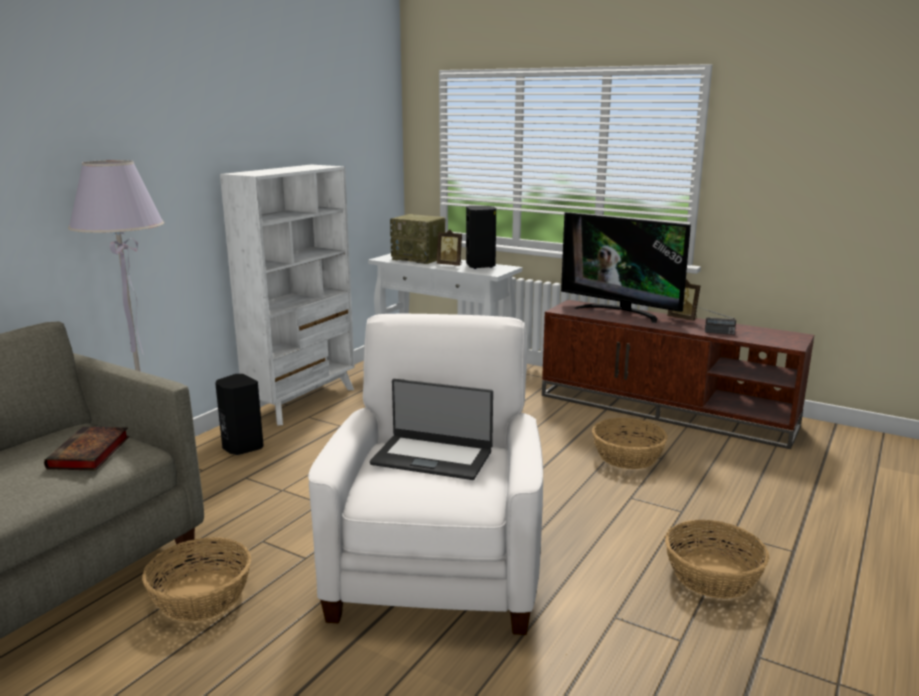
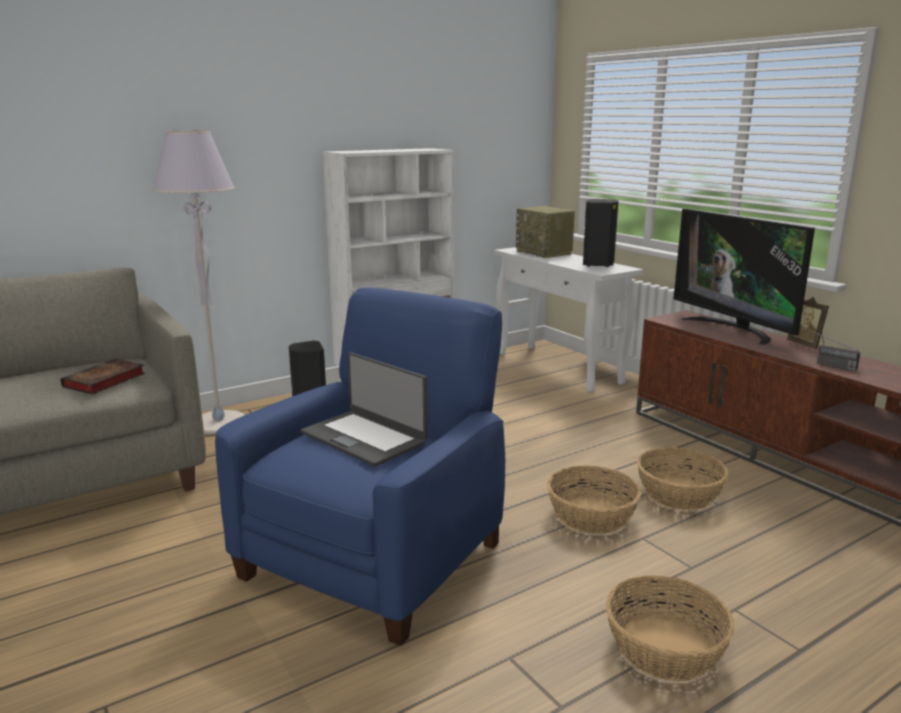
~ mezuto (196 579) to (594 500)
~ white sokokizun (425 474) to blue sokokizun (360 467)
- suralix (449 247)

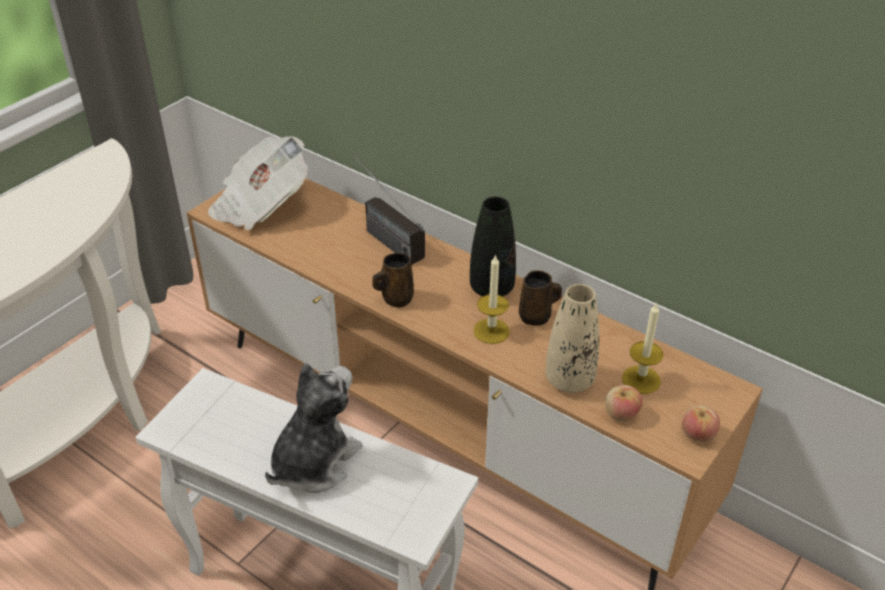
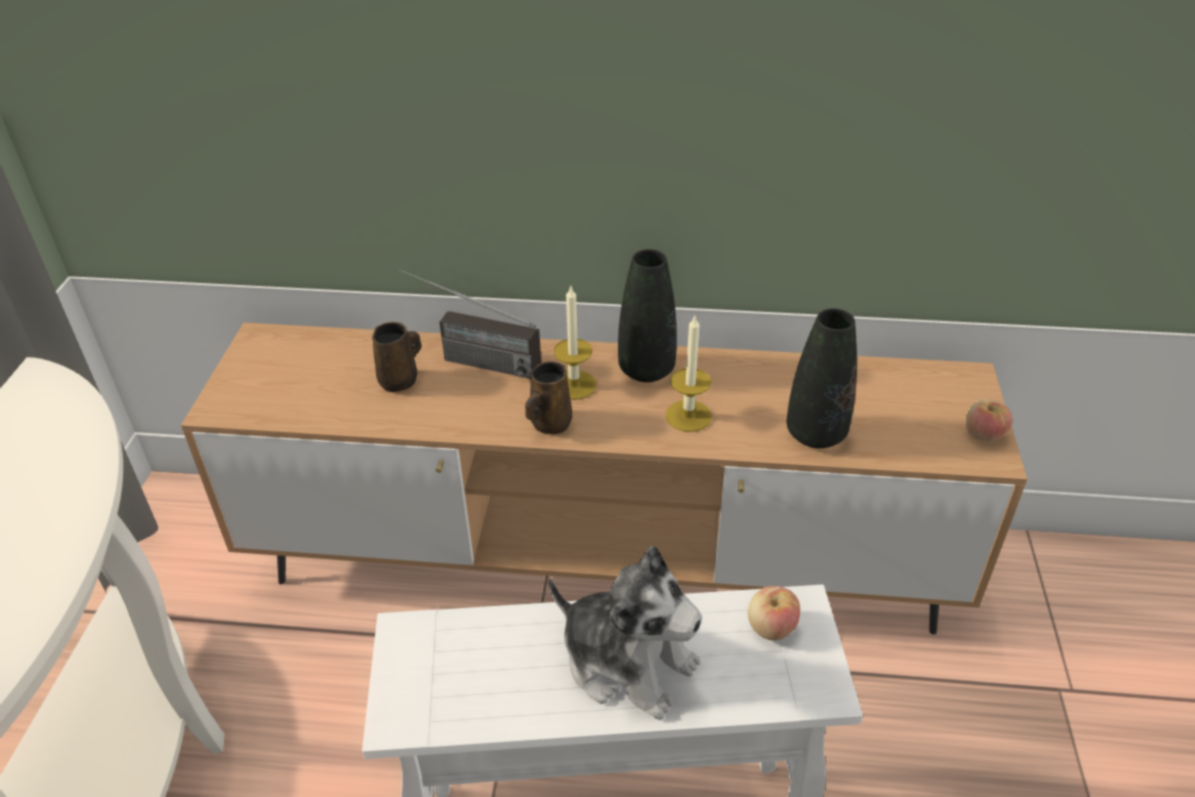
- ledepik (258 183)
~ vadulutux (314 428) = (625 633) 120 degrees clockwise
~ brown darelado (540 298) to (396 357)
~ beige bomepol (572 338) to black bomepol (822 378)
~ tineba (624 403) to (774 613)
~ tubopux (643 348) to (575 343)

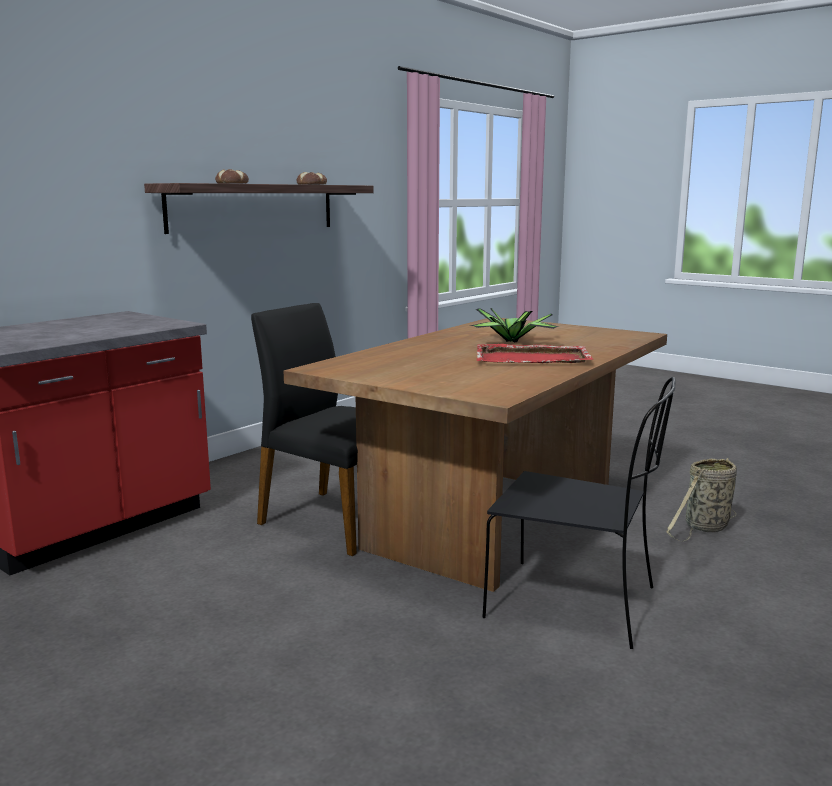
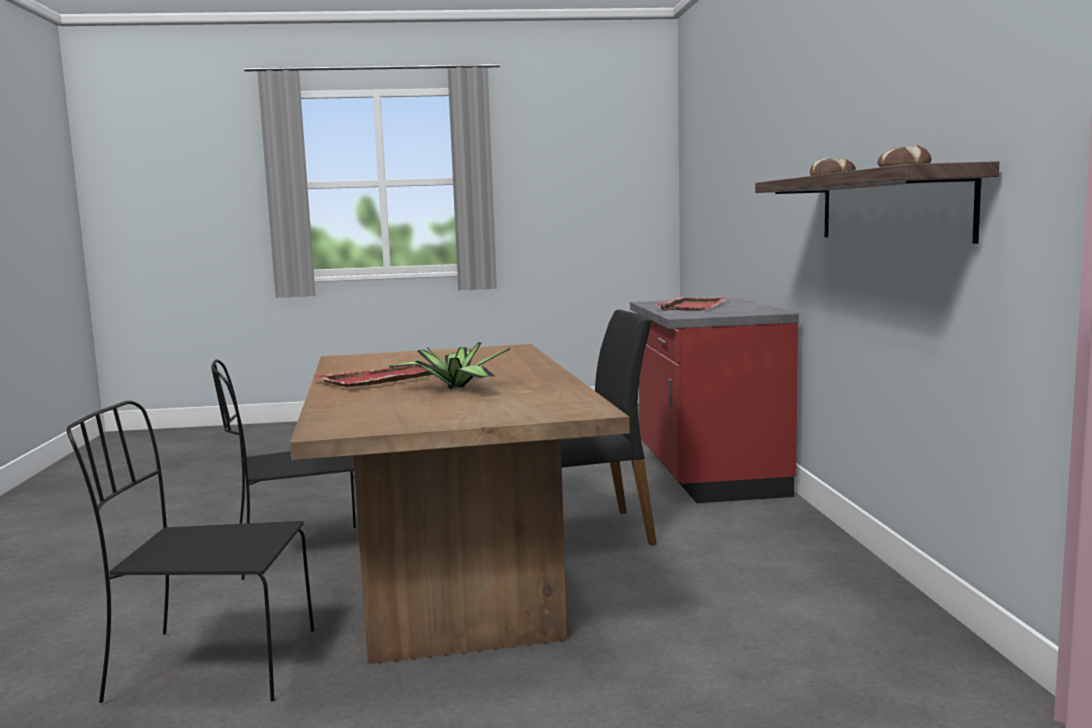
~ mezuto (701 499) to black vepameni (190 551)
+ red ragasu (690 304)

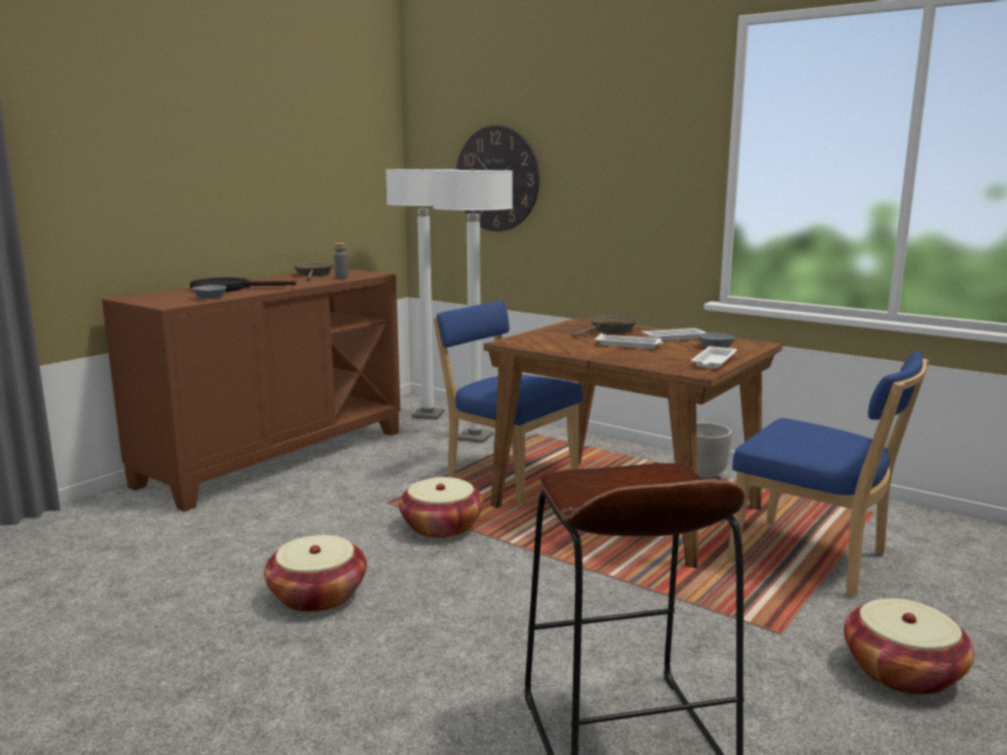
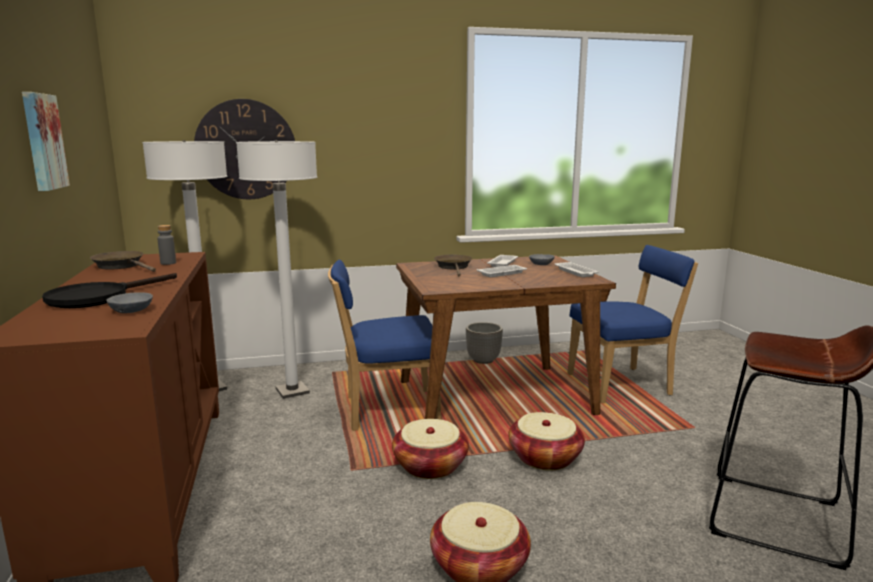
~ mezuto (909 646) to (546 441)
+ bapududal (46 141)

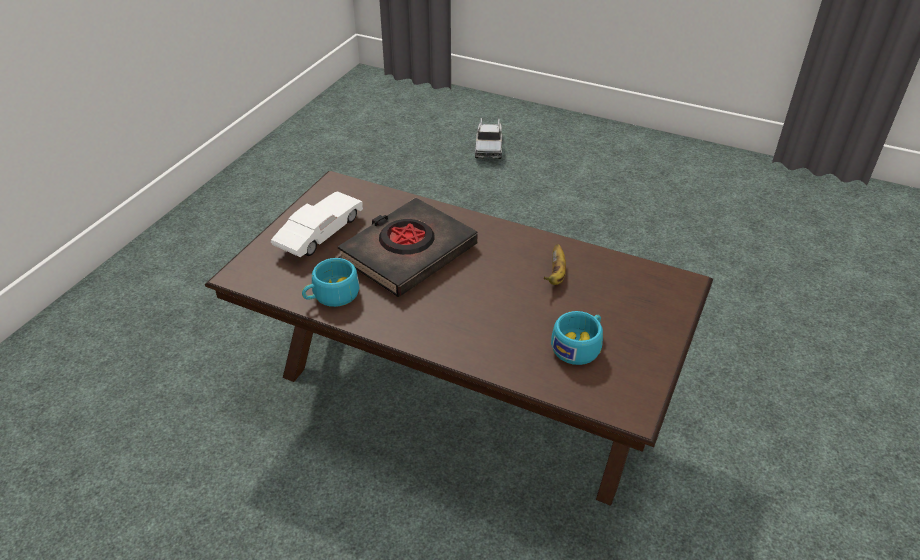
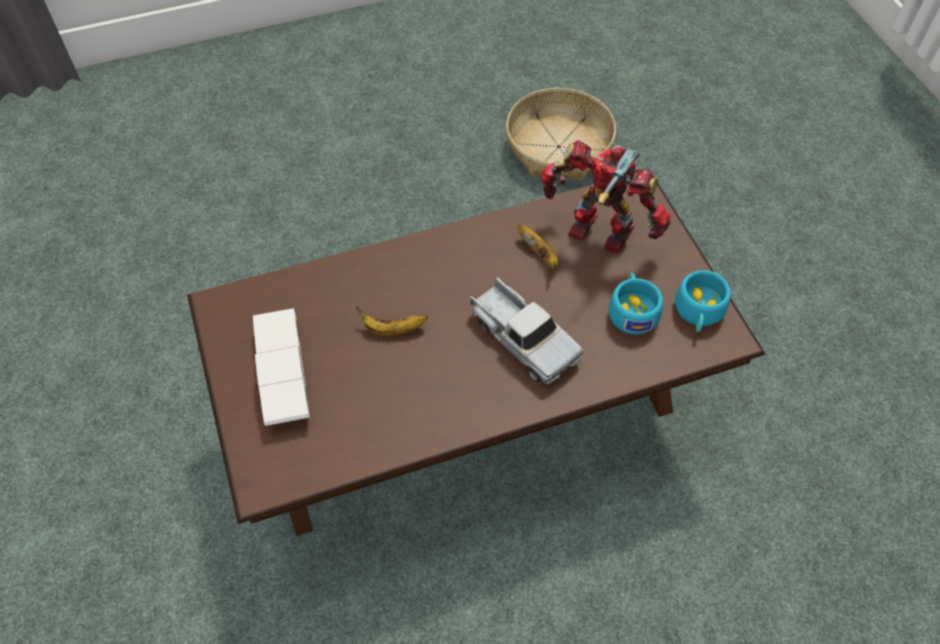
~ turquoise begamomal (331 282) to (703 301)
~ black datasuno (407 247) to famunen (392 321)
~ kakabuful (488 138) to (527 330)
+ mezuto (561 134)
+ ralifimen (606 196)

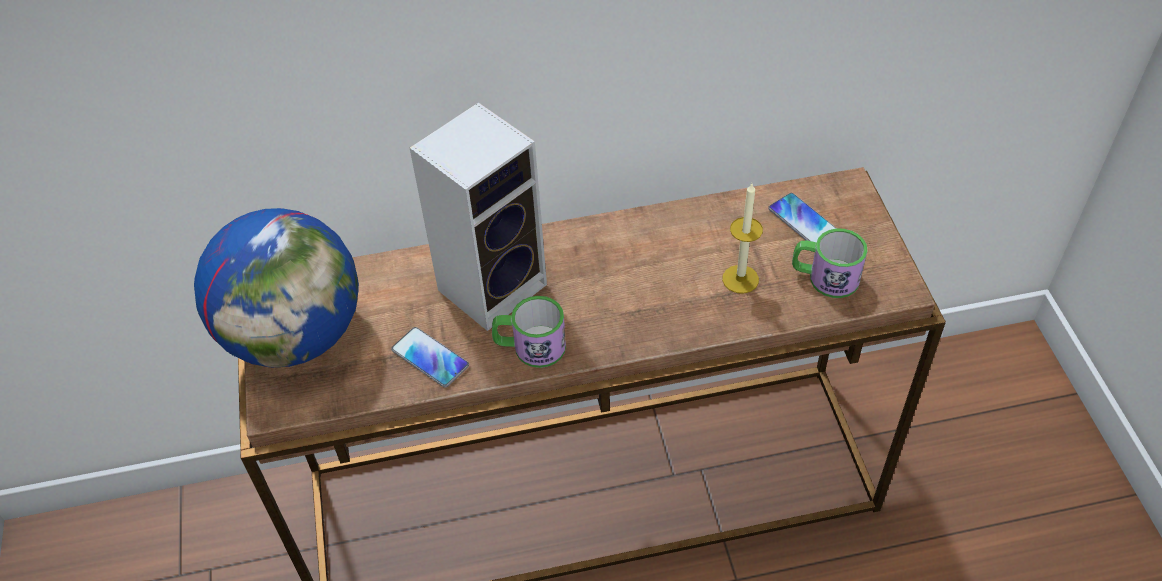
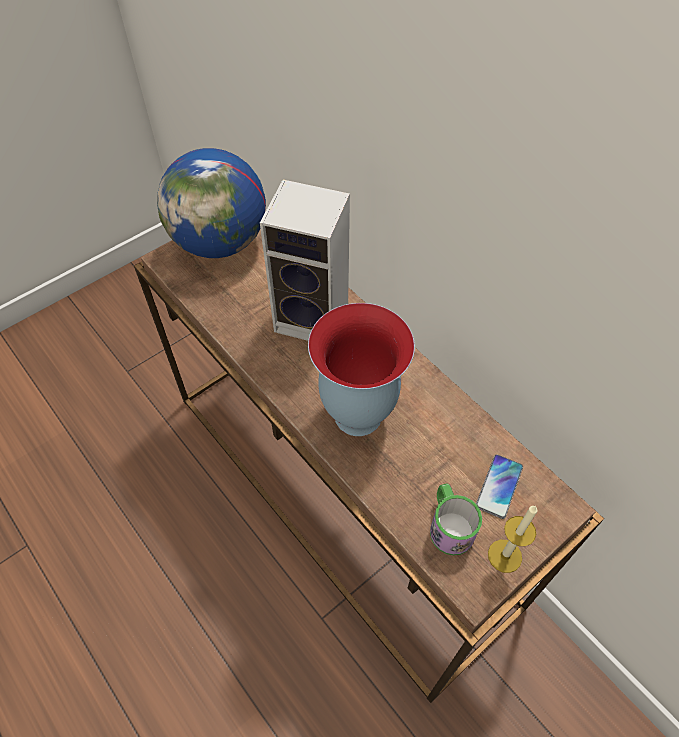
- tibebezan (430 357)
- darelado (529 332)
~ tubopux (742 239) to (513 539)
+ bomepol (361 369)

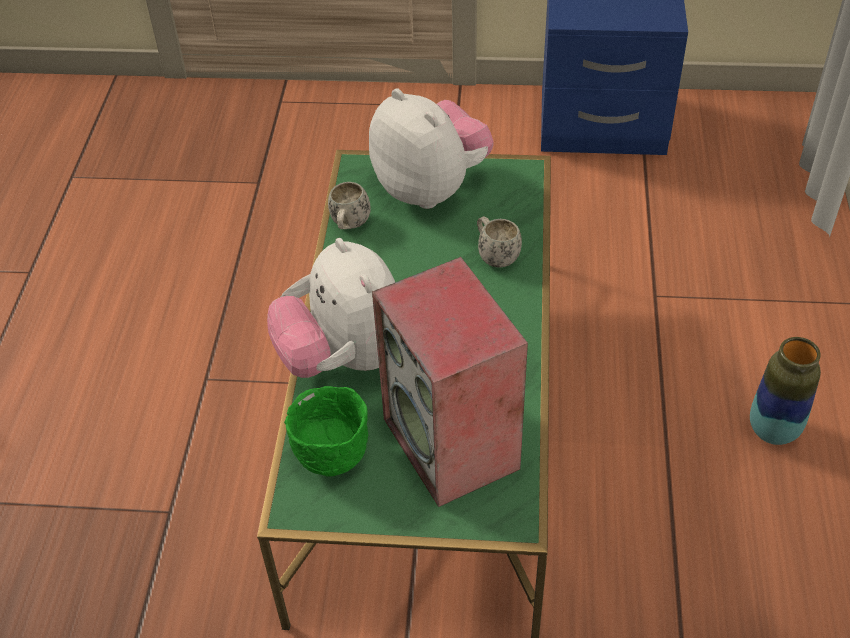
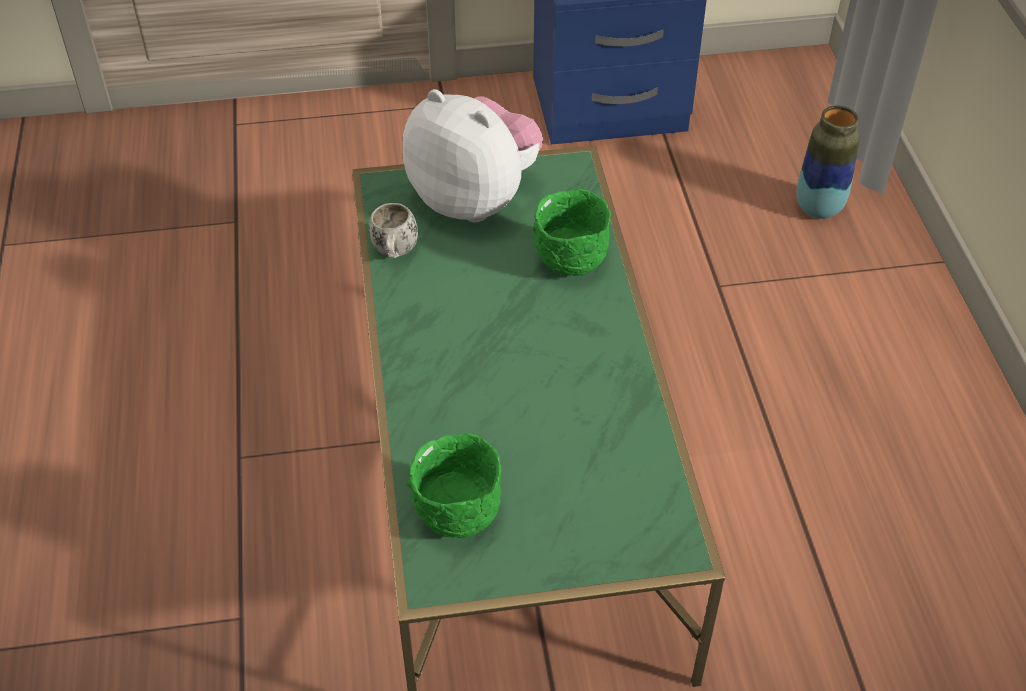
- vadulutux (331 308)
- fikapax (450 382)
~ white darelado (499 242) to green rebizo (571 232)
~ bomepol (785 391) to (828 162)

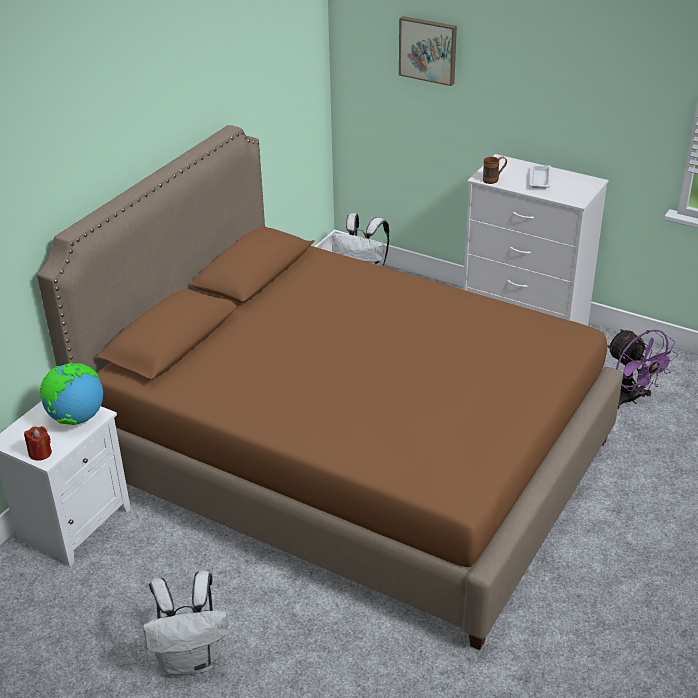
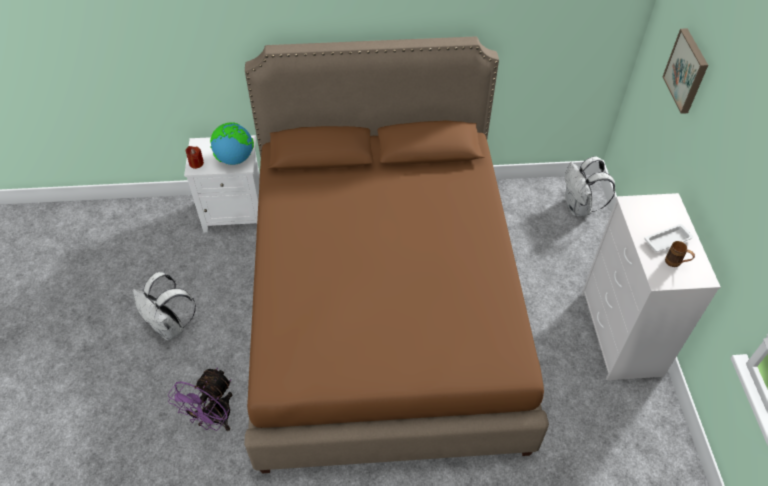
~ brown darelado (495 170) to (680 254)
~ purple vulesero (642 369) to (200 399)

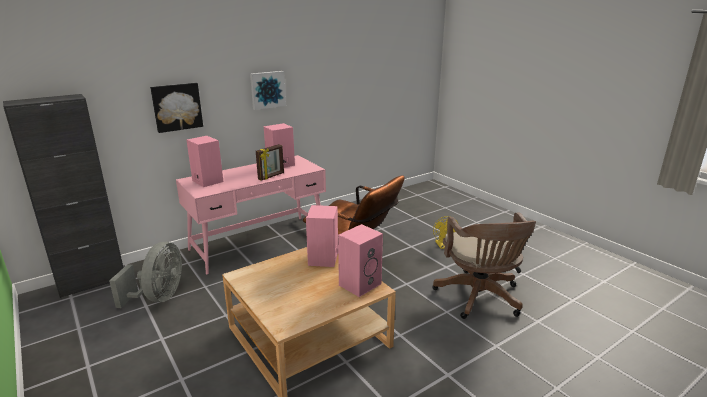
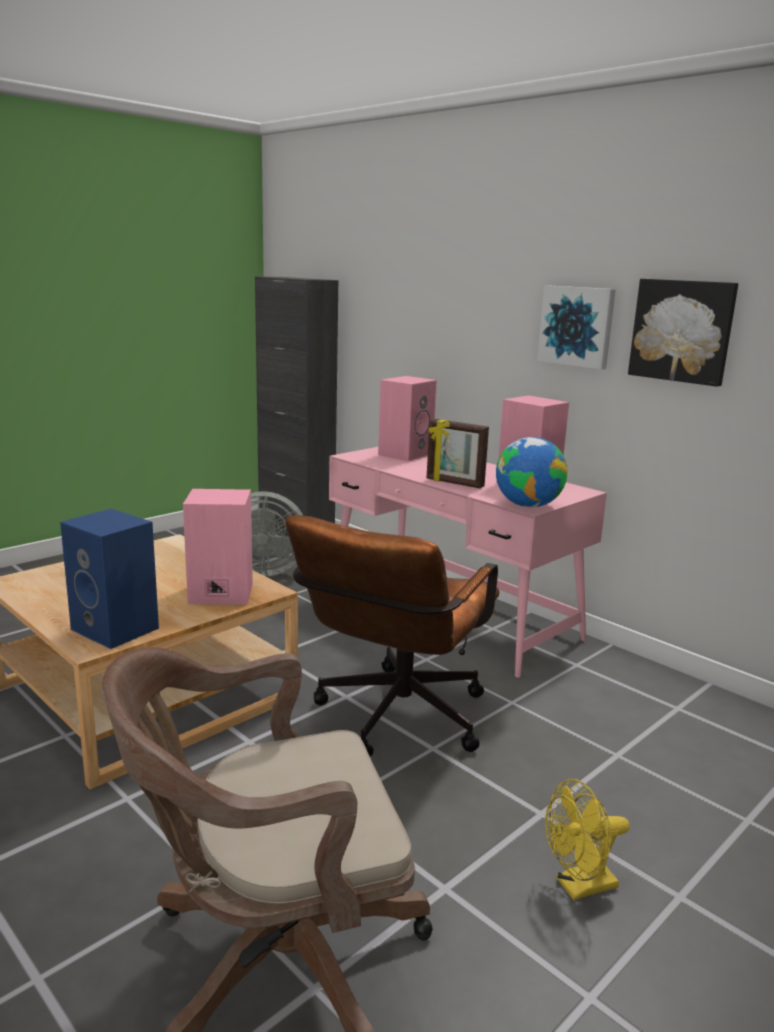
~ bapududal (176 108) to (683 333)
~ pink fikapax (360 260) to blue fikapax (109 579)
+ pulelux (531 472)

